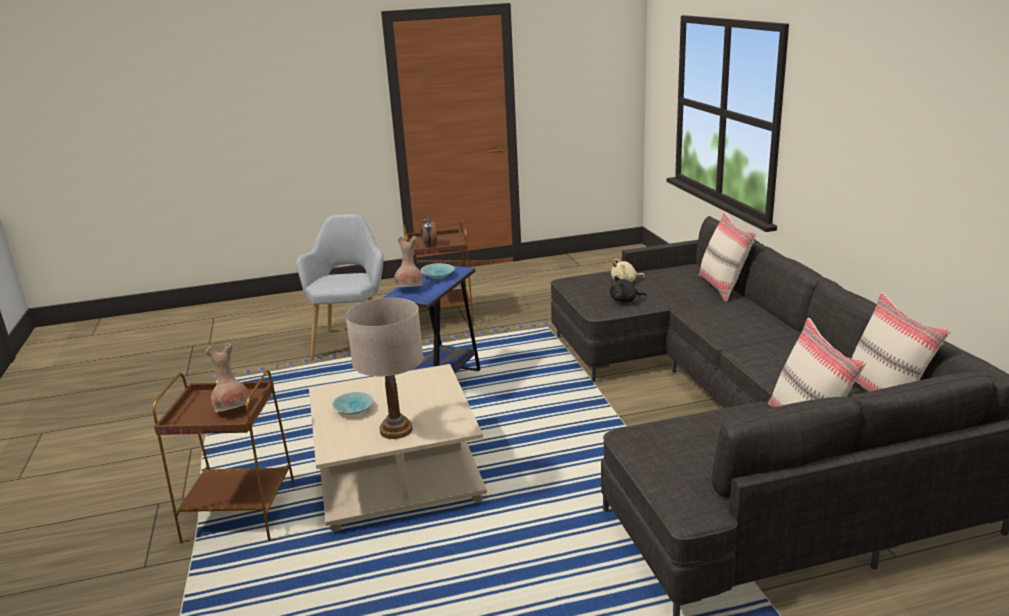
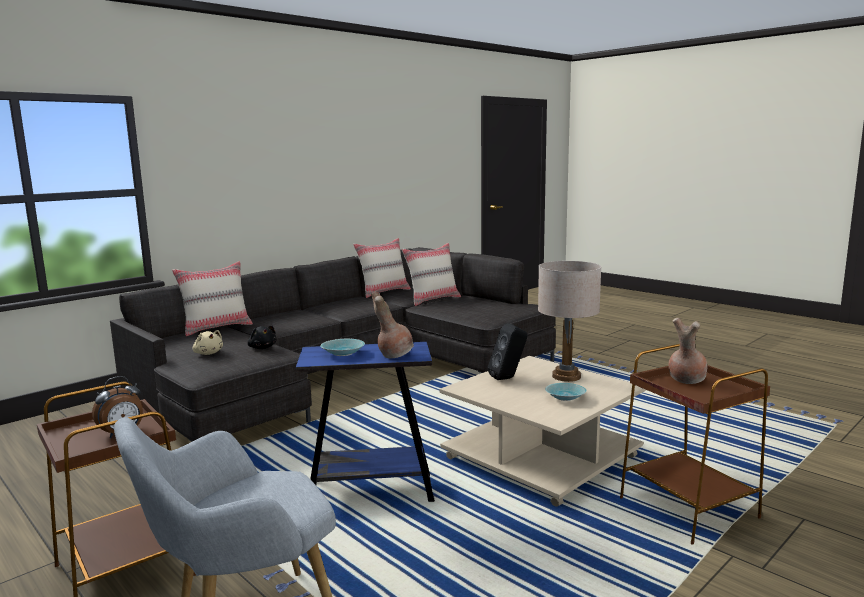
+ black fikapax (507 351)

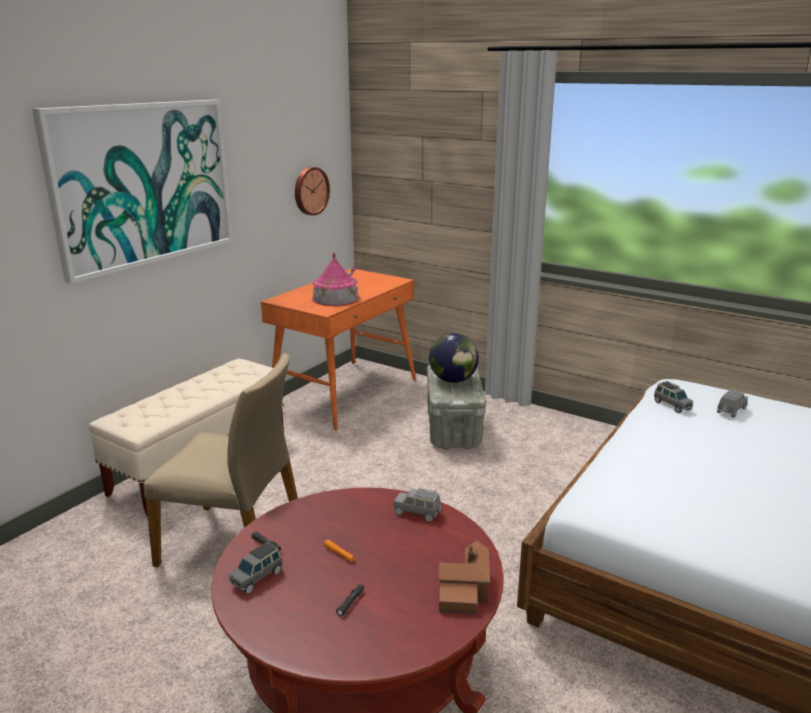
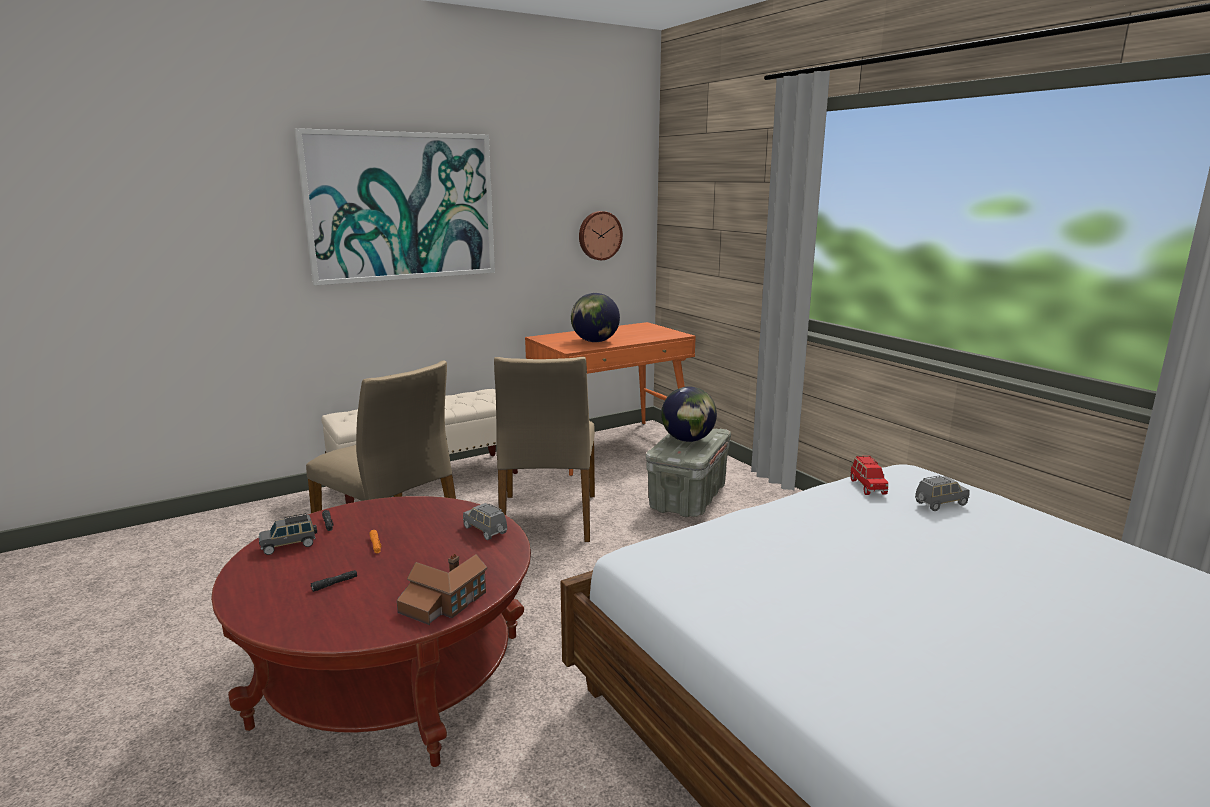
~ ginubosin (335 279) to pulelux (595 317)
~ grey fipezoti (673 397) to red fipezoti (870 475)
+ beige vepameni (544 449)

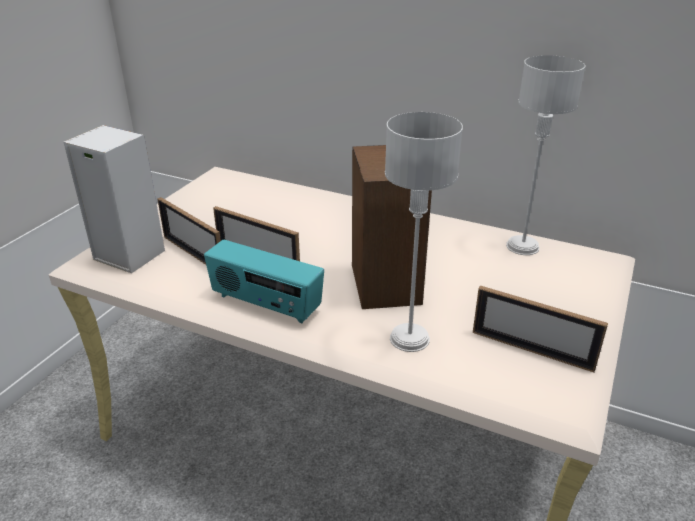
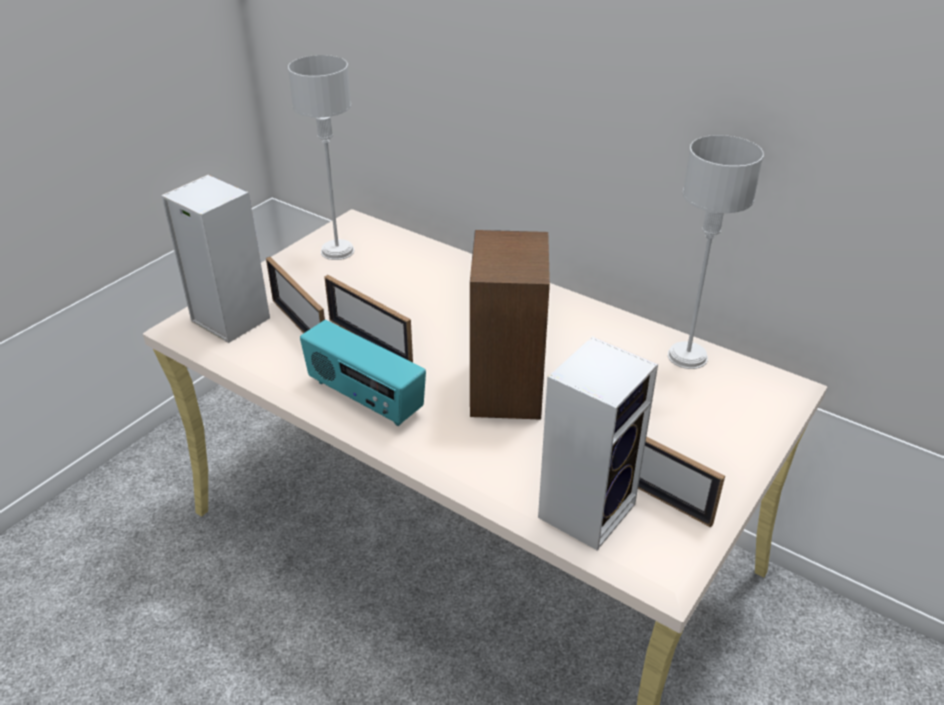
~ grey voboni (424 232) to (321 157)
+ fikapax (598 443)

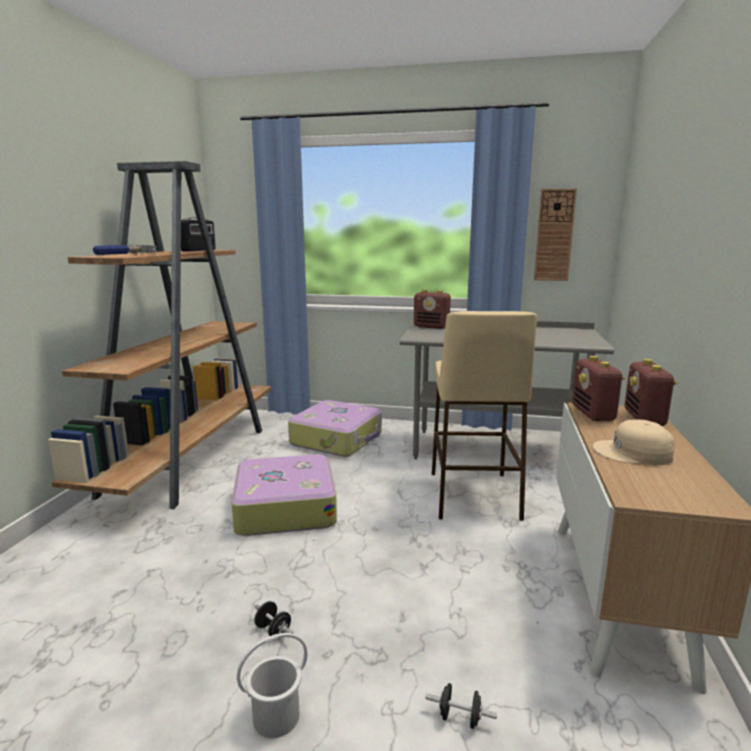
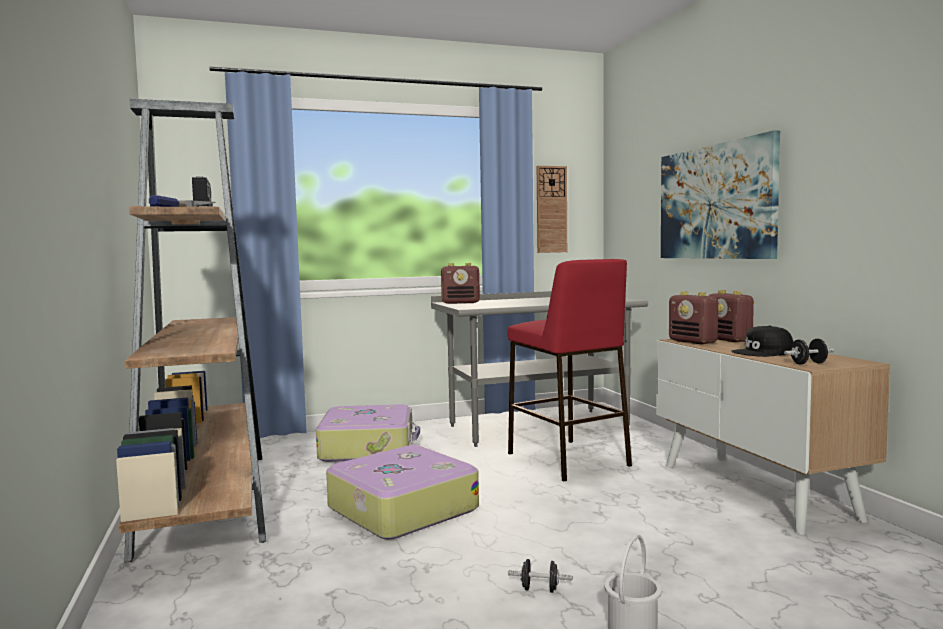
~ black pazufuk (461 706) to (809 352)
~ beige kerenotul (484 416) to red kerenotul (570 370)
~ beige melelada (634 442) to black melelada (762 341)
+ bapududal (720 194)

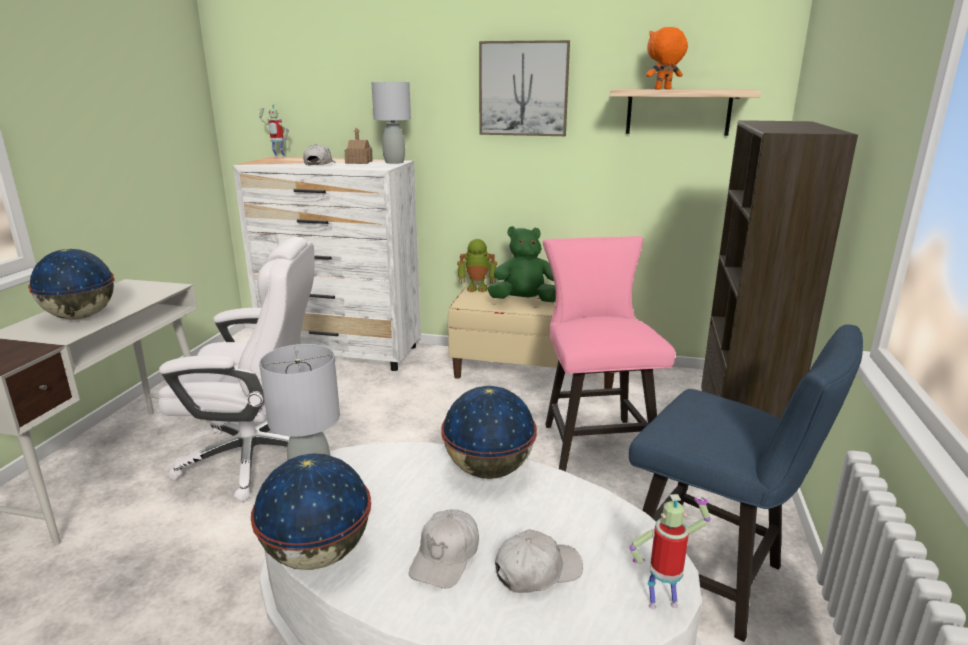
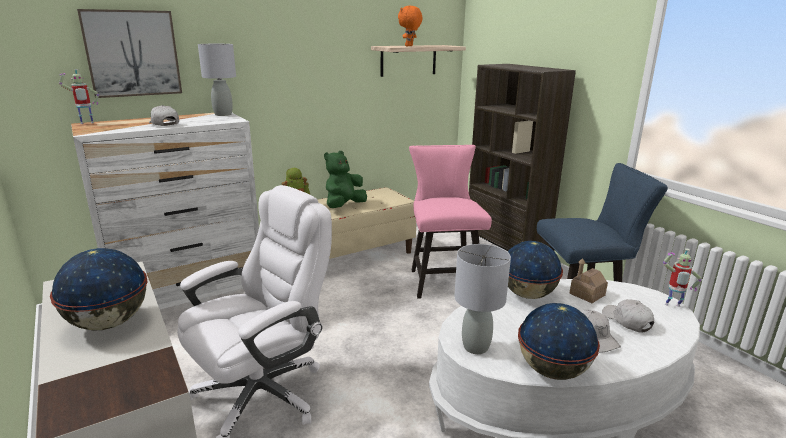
~ ginubosin (359 145) to (588 280)
~ bapududal (524 88) to (129 53)
~ white melelada (539 561) = (628 316) 45 degrees counterclockwise
~ pink vepameni (609 354) = (450 222) 45 degrees clockwise
~ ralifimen (670 551) = (682 277) 120 degrees counterclockwise

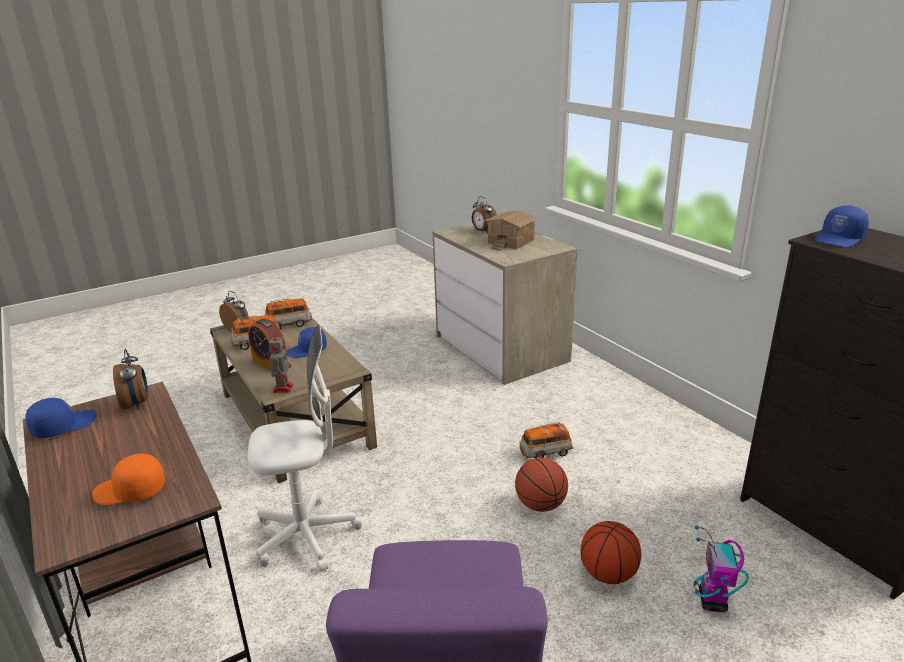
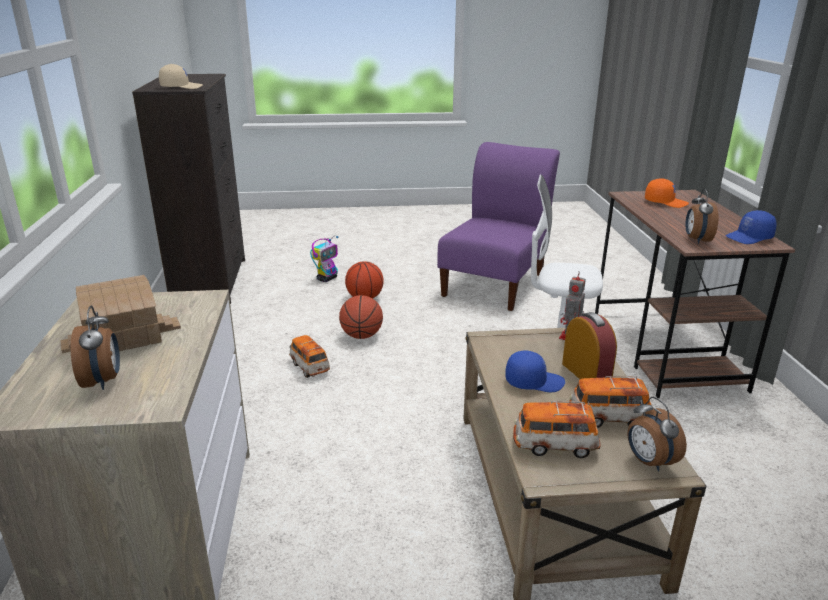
~ fipezoti (546 440) = (309 356) 135 degrees counterclockwise
~ blue melelada (842 226) to beige melelada (180 76)

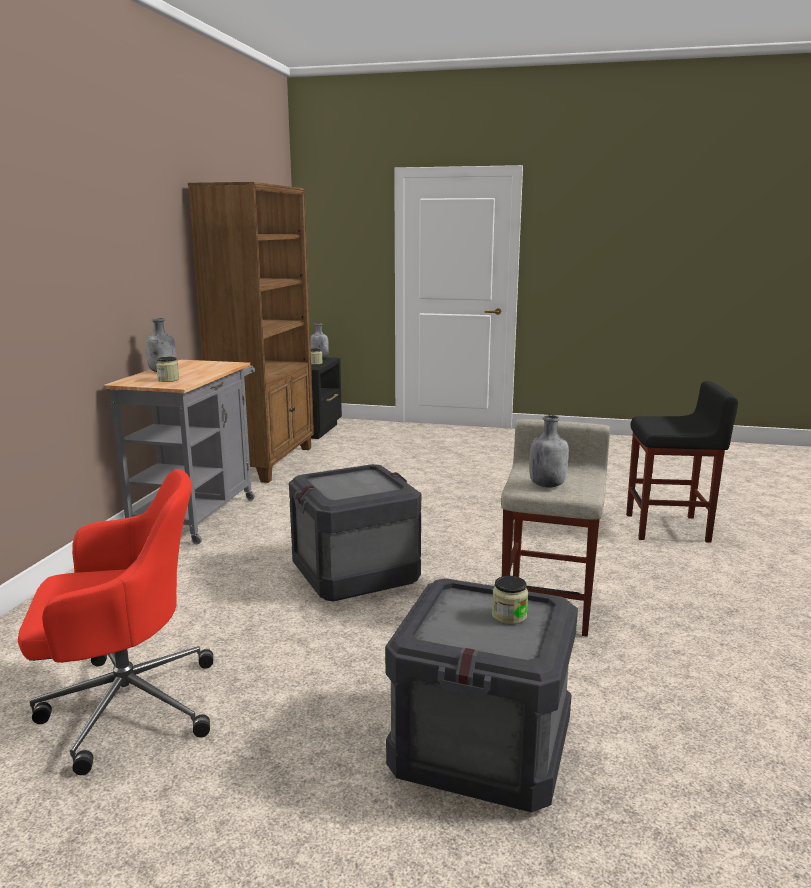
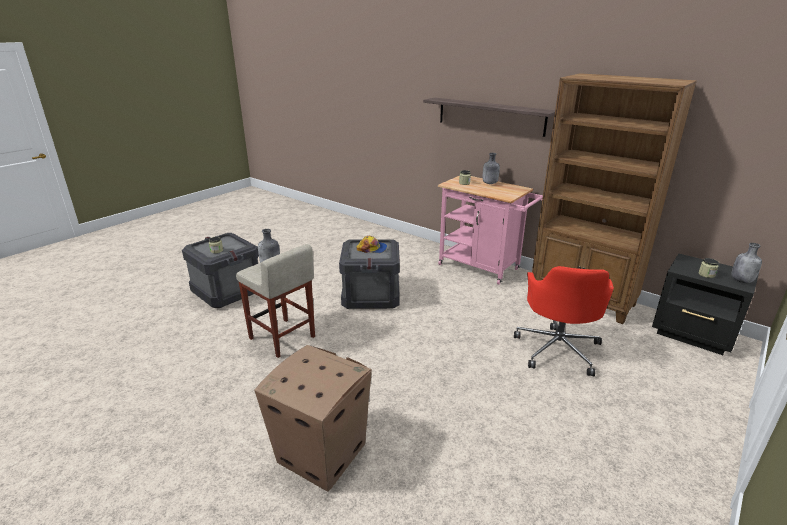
~ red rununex (115 622) to (564 321)
~ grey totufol (179 452) to pink totufol (490 230)
~ black kerenotul (682 462) to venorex (313 418)
+ melelada (371 244)
+ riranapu (489 117)

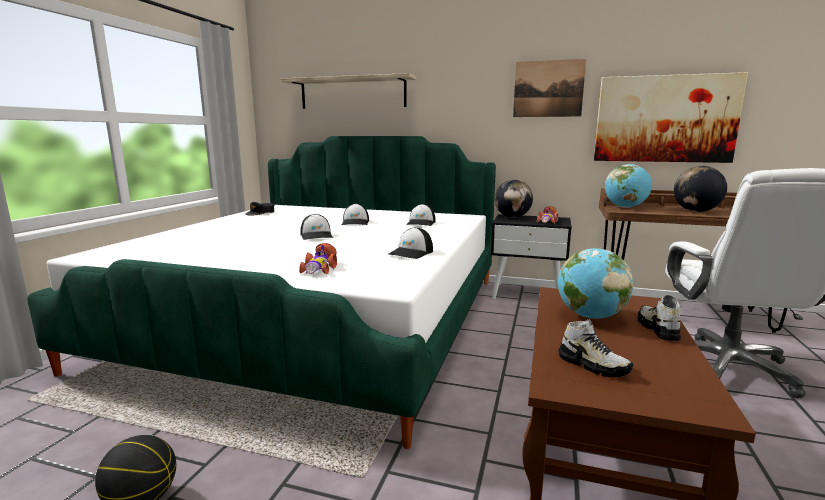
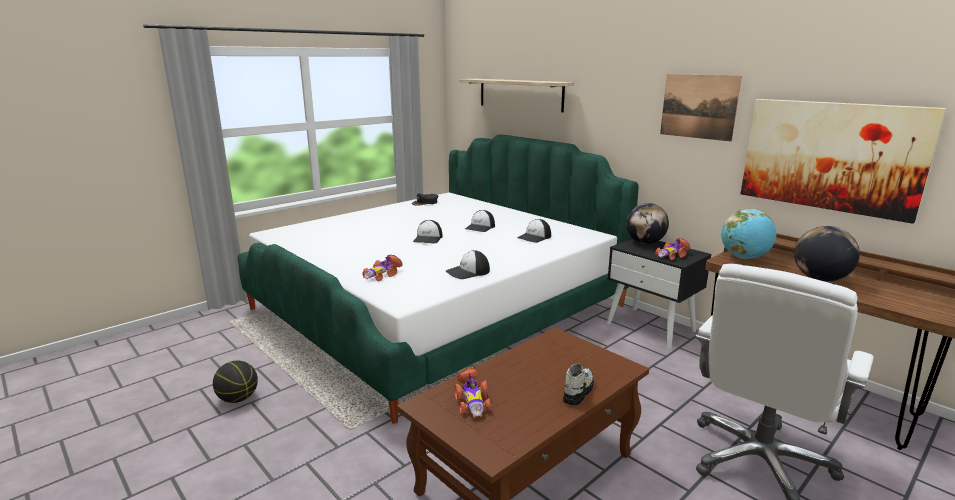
- pulelux (595 283)
~ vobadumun (595 348) to fipezoti (473 392)

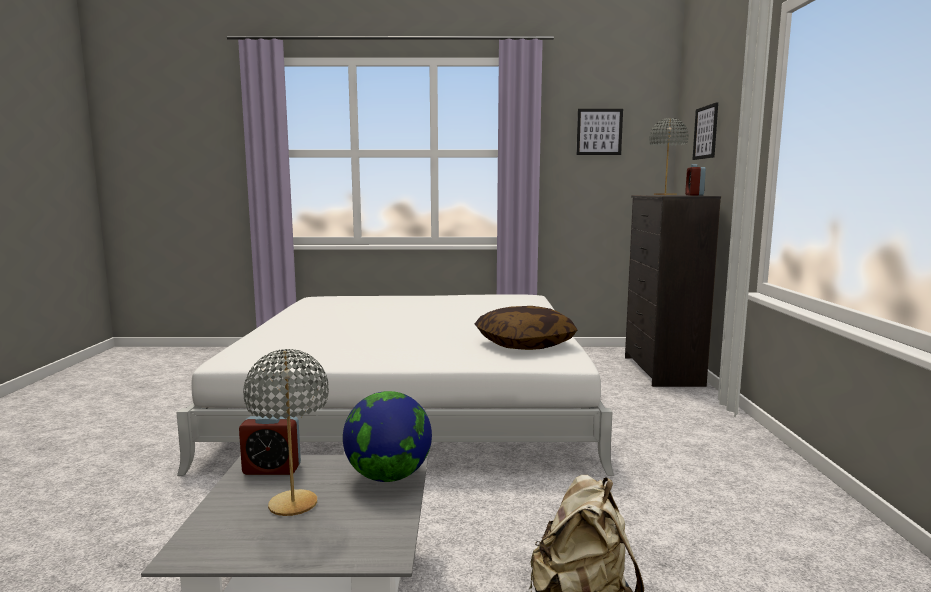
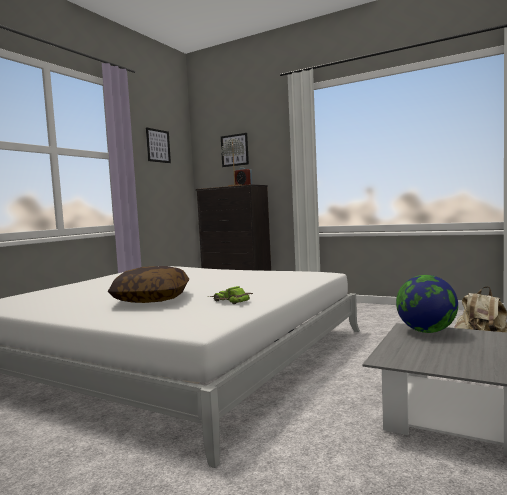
- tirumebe (270 445)
- grey voboni (286 432)
~ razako (526 328) to (148 284)
+ fipezoti (230 295)

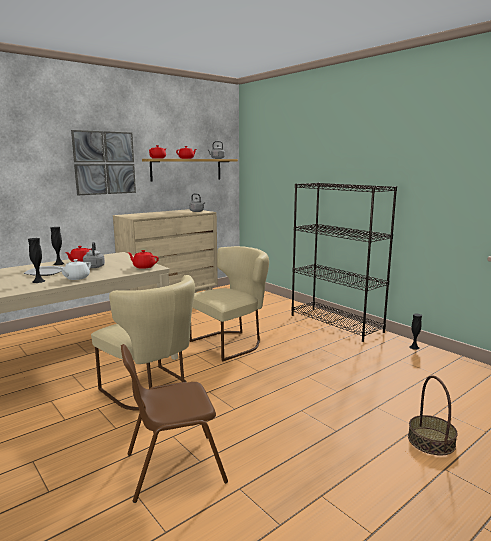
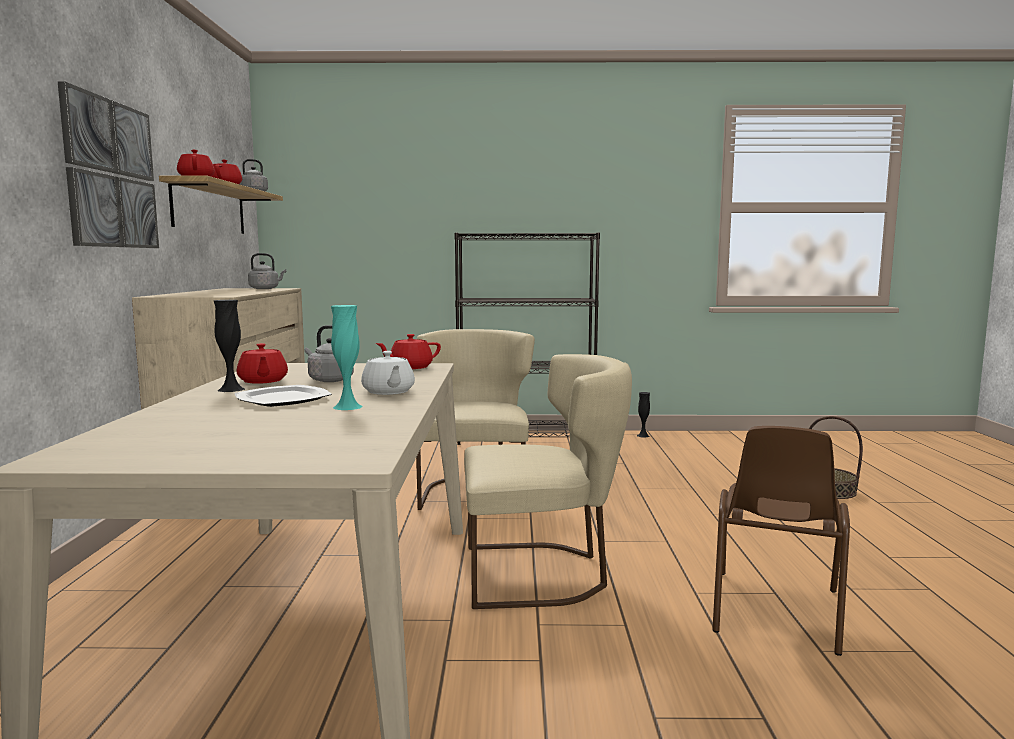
~ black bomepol (36 260) to turquoise bomepol (347 357)

